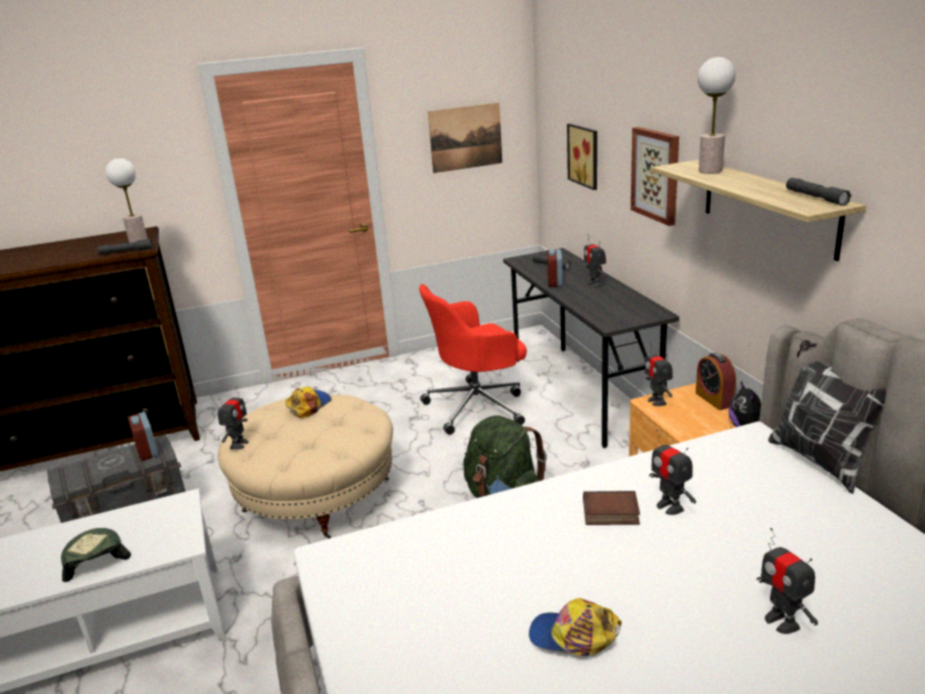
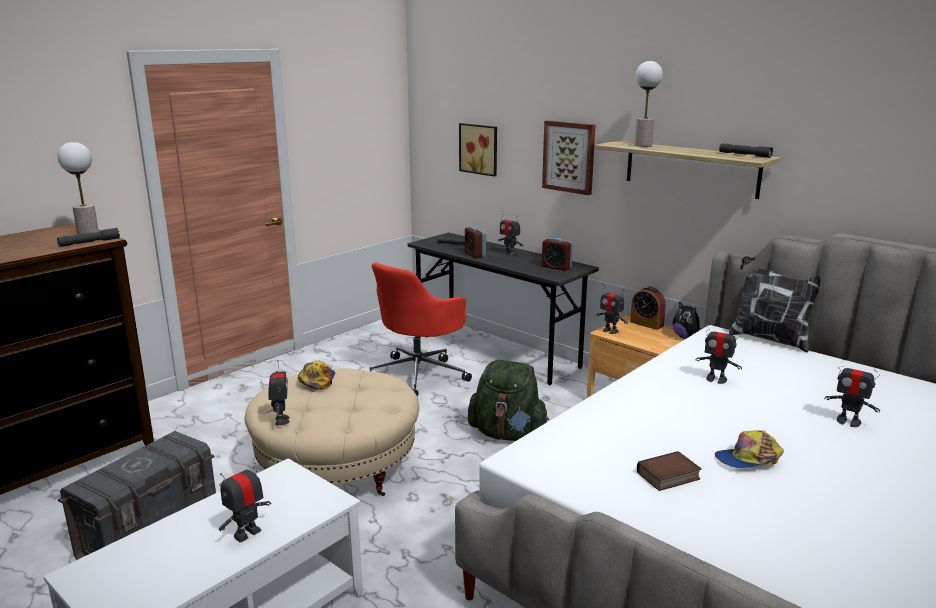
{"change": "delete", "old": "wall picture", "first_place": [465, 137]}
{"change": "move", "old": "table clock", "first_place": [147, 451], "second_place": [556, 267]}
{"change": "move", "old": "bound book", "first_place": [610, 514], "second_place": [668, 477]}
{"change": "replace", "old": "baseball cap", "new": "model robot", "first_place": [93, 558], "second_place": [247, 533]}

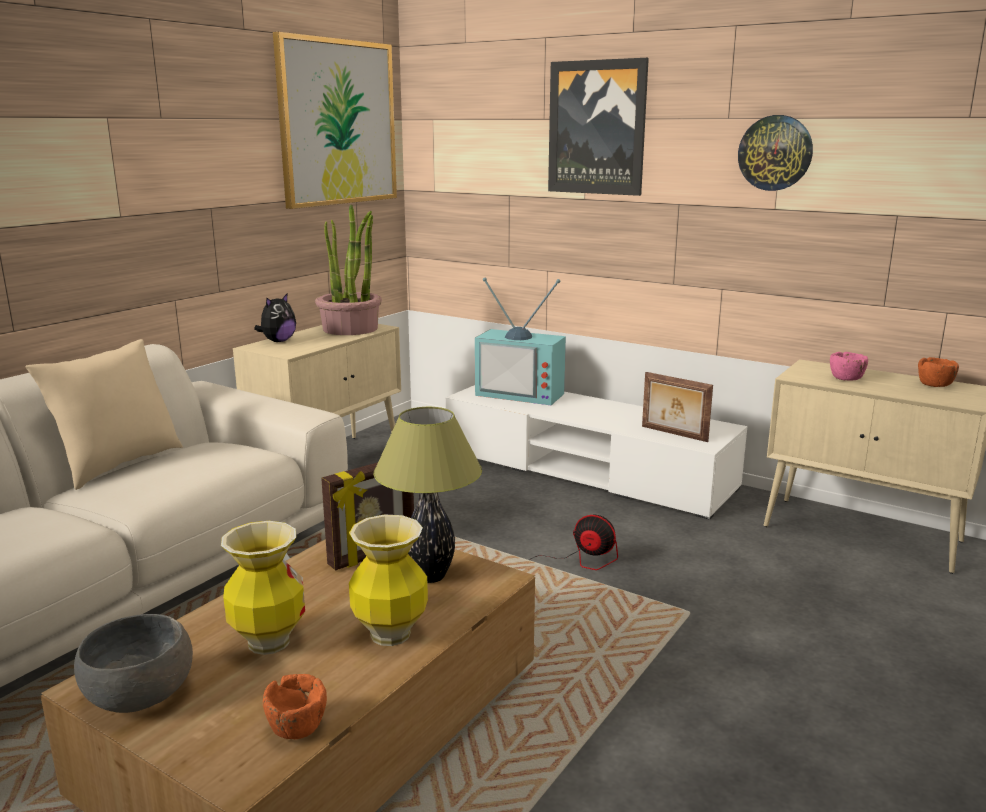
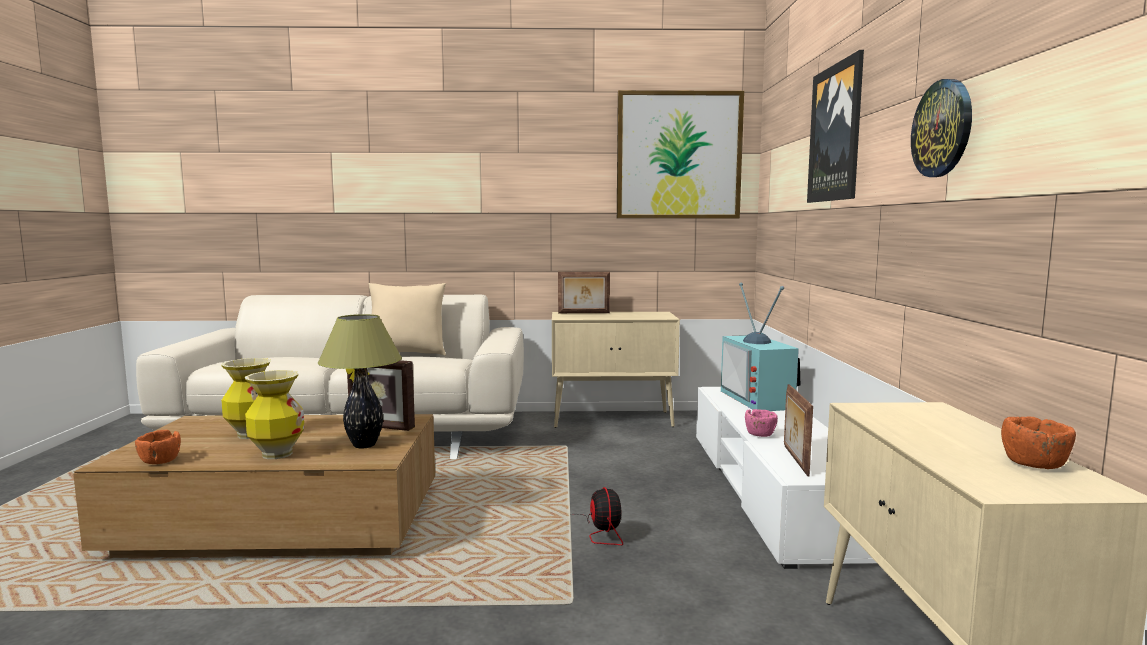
{"change": "delete", "old": "potted plant", "first_place": [351, 329]}
{"change": "replace", "old": "plush toy", "new": "photo frame", "first_place": [278, 341], "second_place": [584, 313]}
{"change": "move", "old": "bowl (pink-coloured)", "first_place": [846, 379], "second_place": [760, 435]}
{"change": "delete", "old": "bowl (gray)", "first_place": [140, 695]}

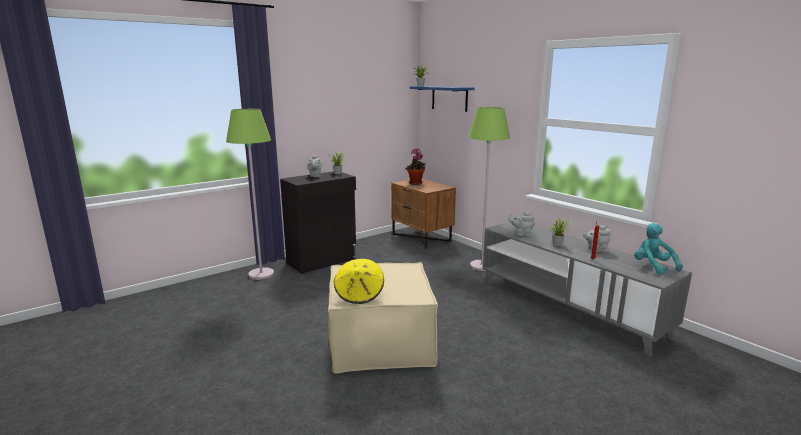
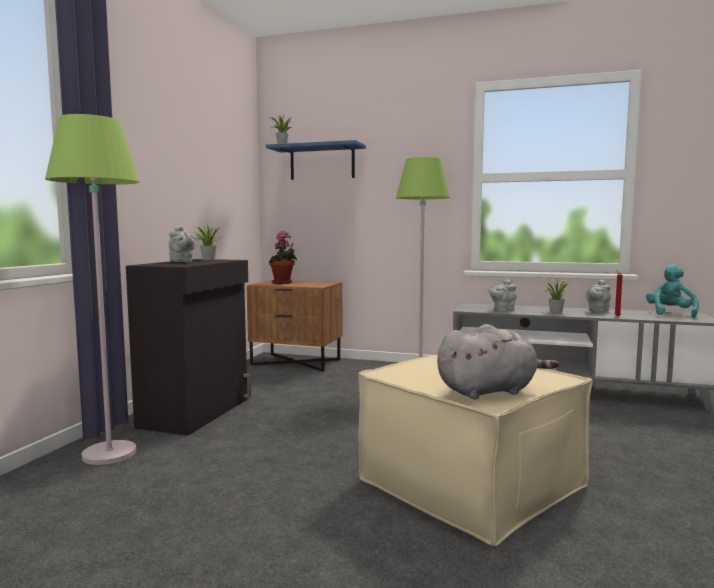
{"change": "rotate", "old": "plush toy (turquoise)", "first_place": [652, 266], "second_place": [670, 313], "degrees": 75}
{"change": "replace", "old": "wearable hat (yellow)", "new": "plush toy (gray)", "first_place": [359, 295], "second_place": [490, 391]}

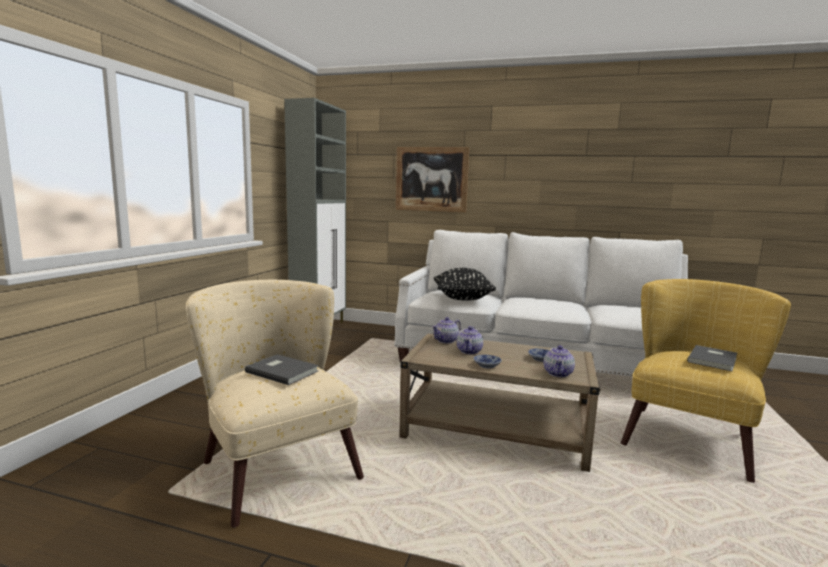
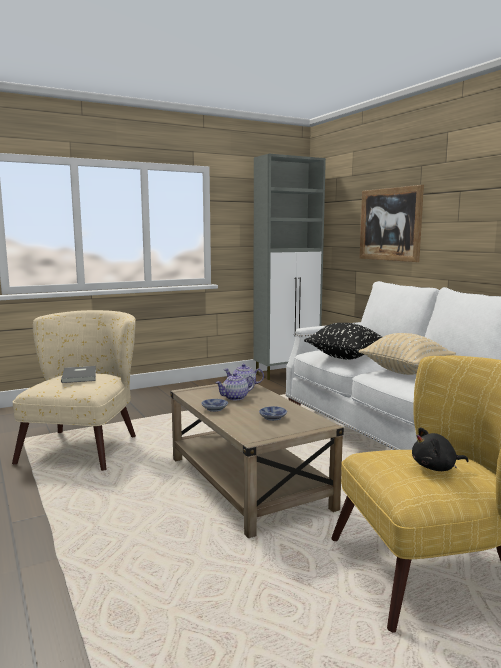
{"change": "delete", "old": "tea pot", "first_place": [558, 373]}
{"change": "replace", "old": "bound book (gray)", "new": "plush toy (blackish)", "first_place": [714, 360], "second_place": [436, 468]}
{"change": "insert", "new": "cushion (beige)", "second_place": [405, 371]}

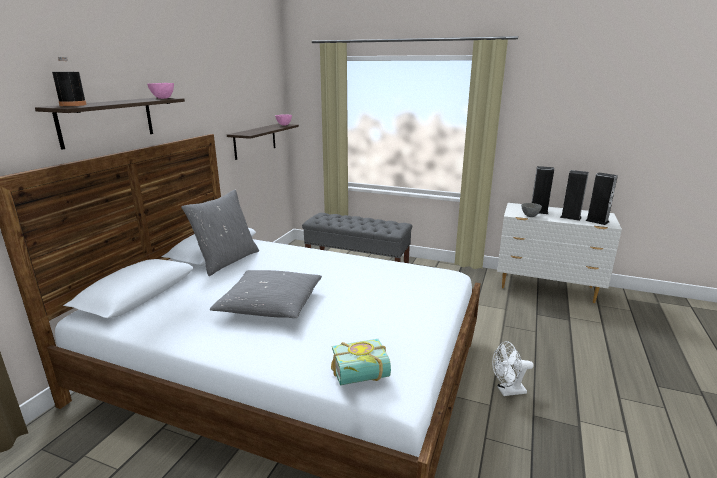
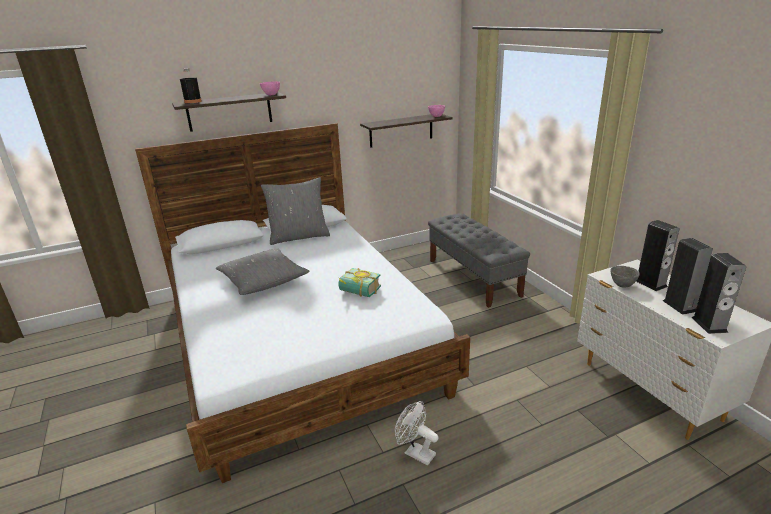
{"change": "move", "old": "bound book", "first_place": [362, 378], "second_place": [358, 293]}

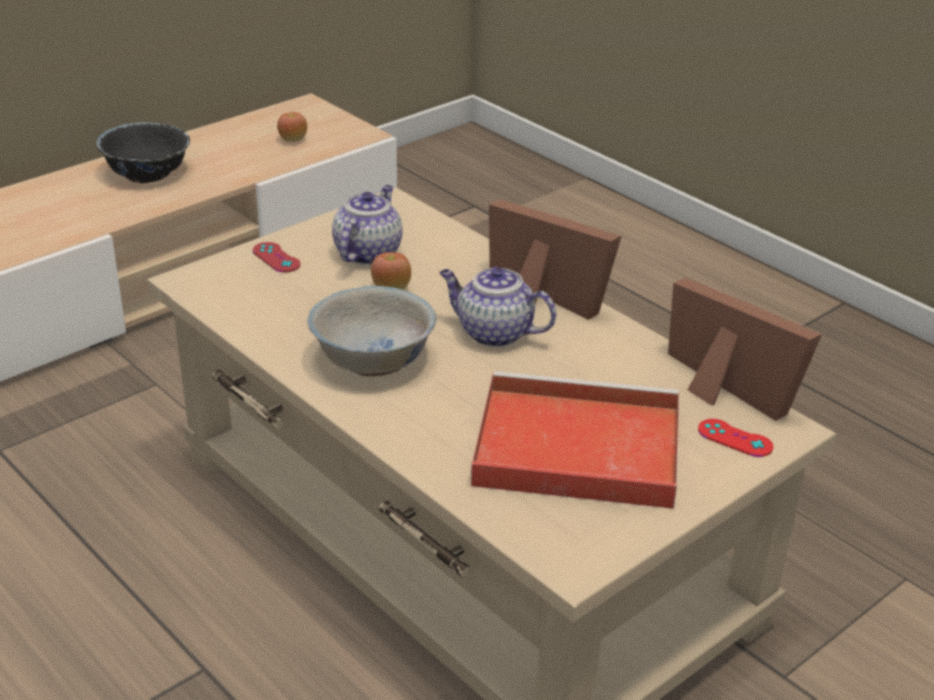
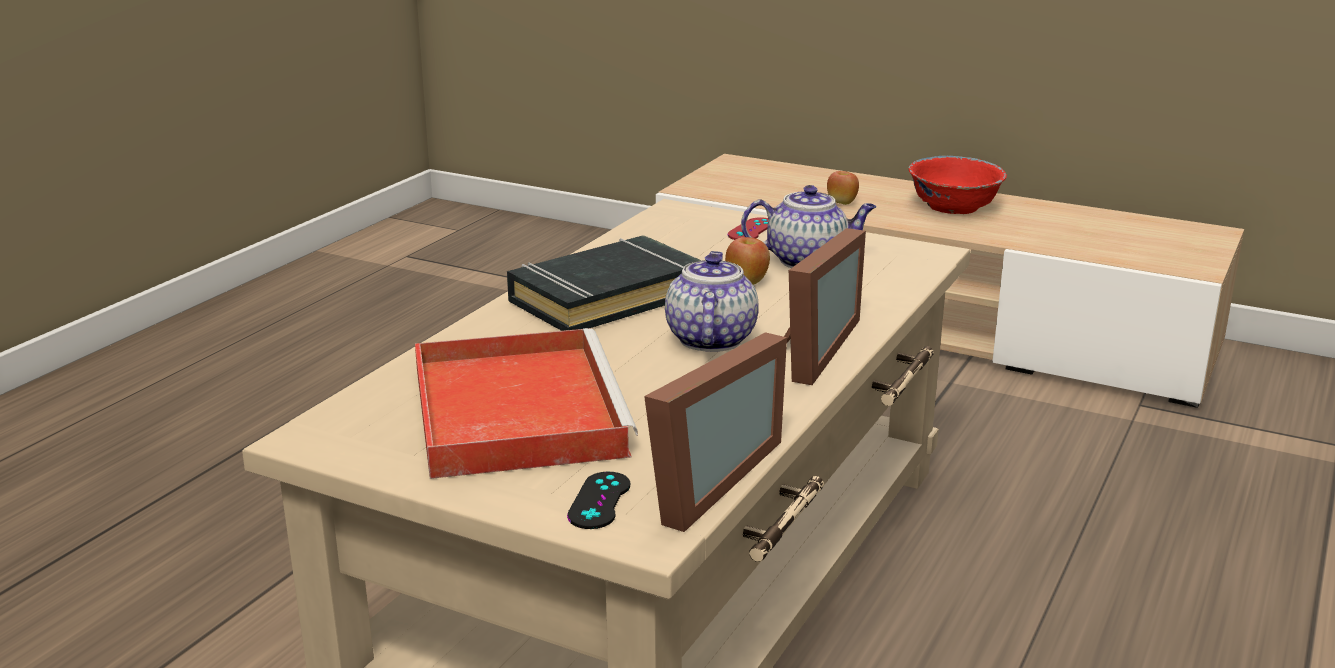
{"change": "move", "old": "apple", "first_place": [293, 140], "second_place": [842, 203]}
{"change": "recolor", "old": "bowl (blackish)", "new": "bowl (red)", "first_place": [146, 173], "second_place": [953, 206]}
{"change": "replace", "old": "bowl (white)", "new": "bound book (blackish)", "first_place": [372, 359], "second_place": [606, 296]}
{"change": "recolor", "old": "gamepad (red)", "new": "gamepad (blackish)", "first_place": [735, 438], "second_place": [599, 501]}

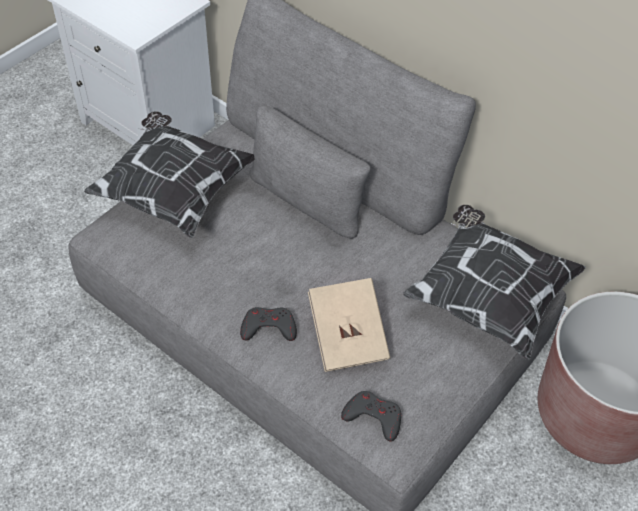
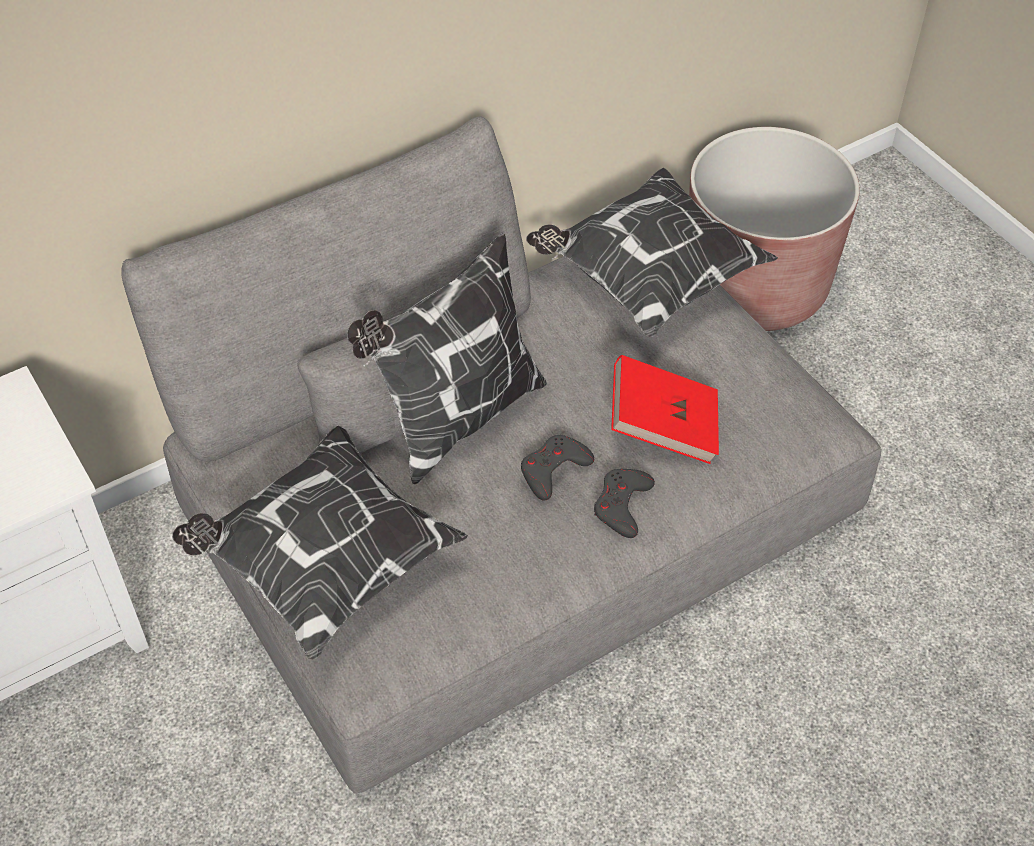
{"change": "recolor", "old": "bound book (beige)", "new": "bound book (red)", "first_place": [348, 337], "second_place": [663, 427]}
{"change": "move", "old": "gamepad (gray)", "first_place": [373, 417], "second_place": [553, 470]}
{"change": "insert", "new": "cushion", "second_place": [457, 419]}

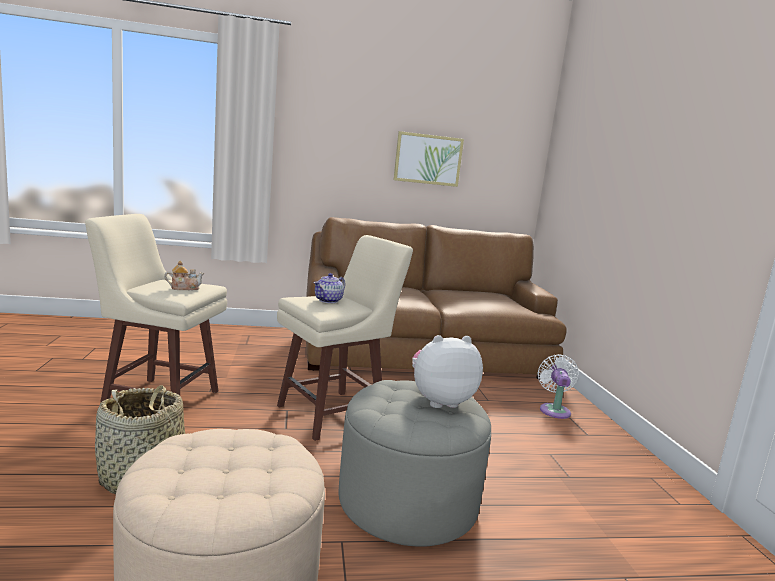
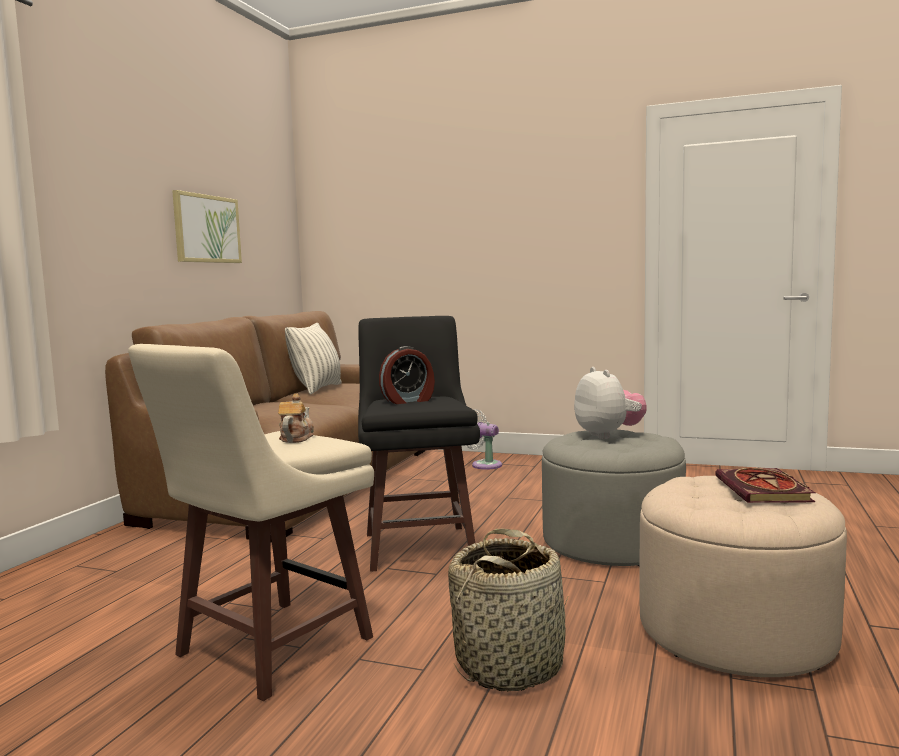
{"change": "recolor", "old": "sitting stool (beige)", "new": "sitting stool (blackish)", "first_place": [333, 414], "second_place": [420, 546]}
{"change": "replace", "old": "tea pot", "new": "table clock", "first_place": [329, 300], "second_place": [408, 401]}
{"change": "rotate", "old": "plush toy", "first_place": [440, 401], "second_place": [608, 435], "degrees": 150}
{"change": "insert", "new": "cushion", "second_place": [317, 389]}
{"change": "insert", "new": "bound book", "second_place": [765, 490]}

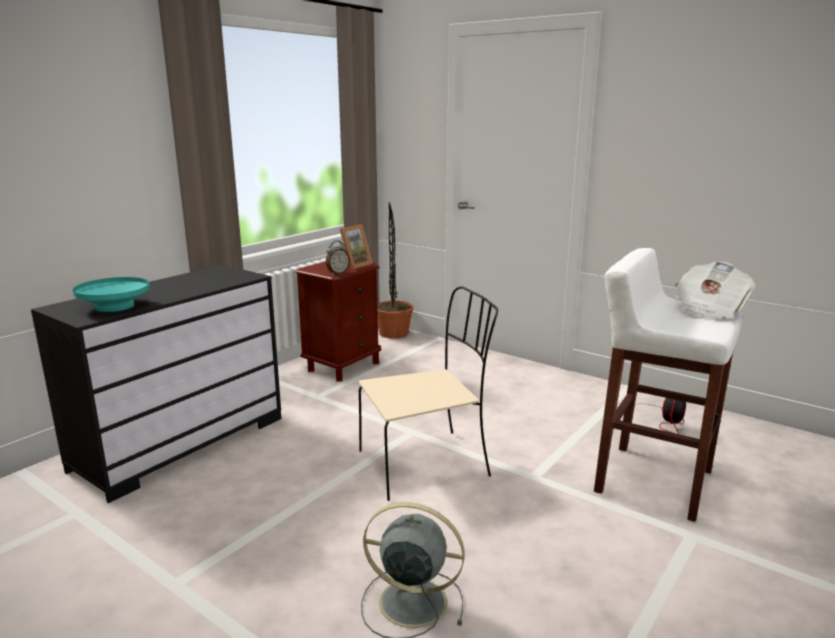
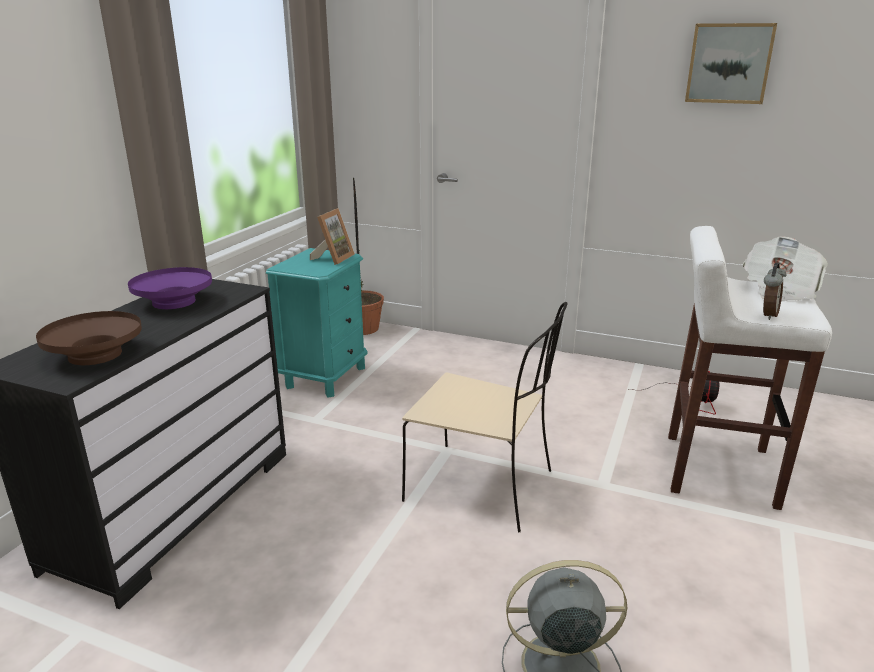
{"change": "move", "old": "table clock", "first_place": [338, 273], "second_place": [767, 315]}
{"change": "recolor", "old": "nightstand (brown)", "new": "nightstand (turquoise)", "first_place": [343, 366], "second_place": [325, 377]}
{"change": "recolor", "old": "bowl (turquoise)", "new": "bowl (brown)", "first_place": [115, 306], "second_place": [96, 355]}
{"change": "rotate", "old": "upright chair (beige)", "first_place": [426, 463], "second_place": [483, 487], "degrees": 60}
{"change": "insert", "new": "wall picture", "second_place": [729, 63]}
{"change": "insert", "new": "bowl (purple-coloured)", "second_place": [174, 302]}

